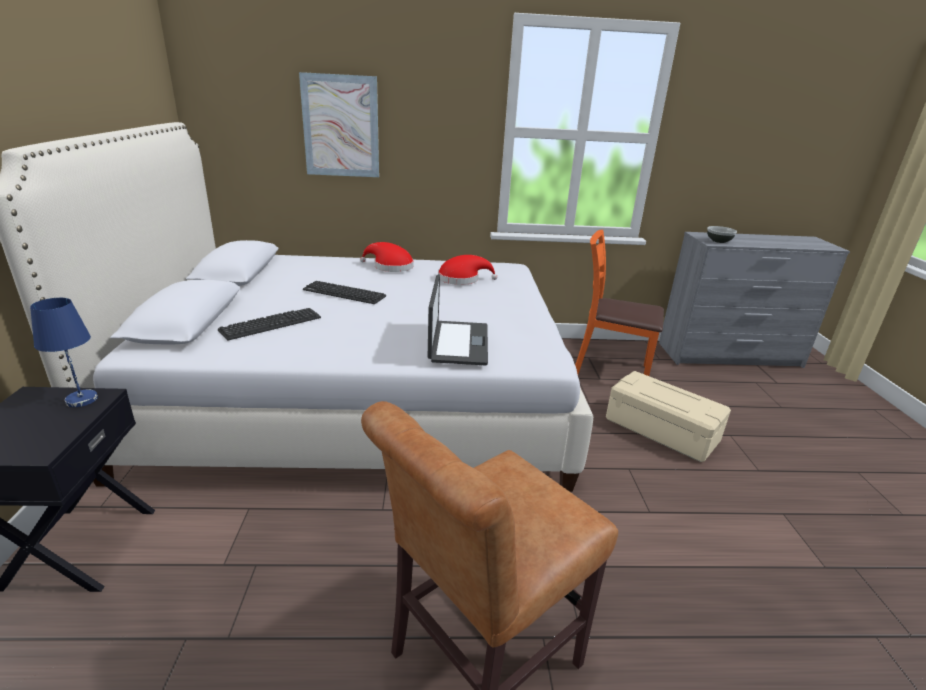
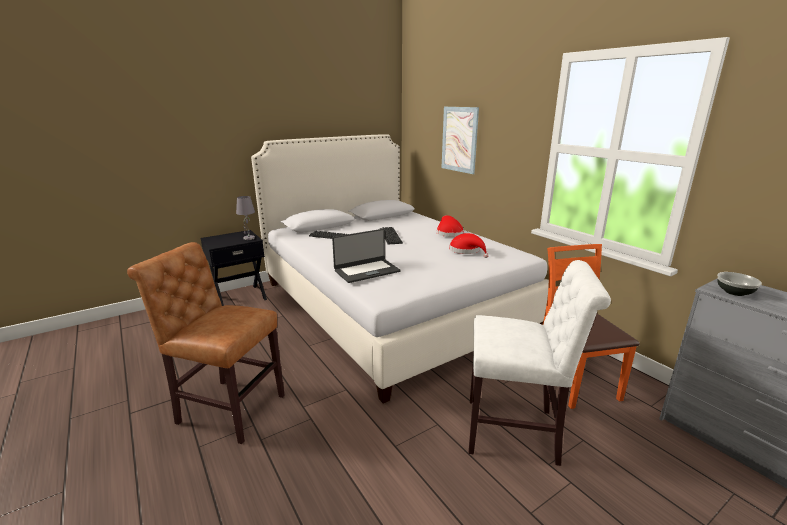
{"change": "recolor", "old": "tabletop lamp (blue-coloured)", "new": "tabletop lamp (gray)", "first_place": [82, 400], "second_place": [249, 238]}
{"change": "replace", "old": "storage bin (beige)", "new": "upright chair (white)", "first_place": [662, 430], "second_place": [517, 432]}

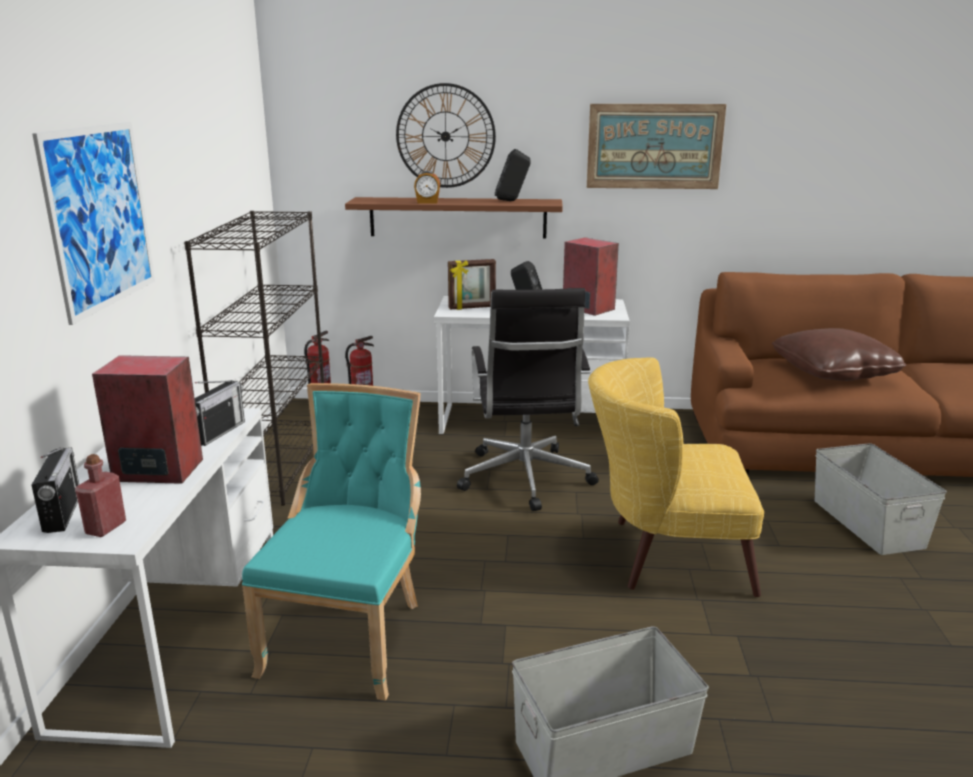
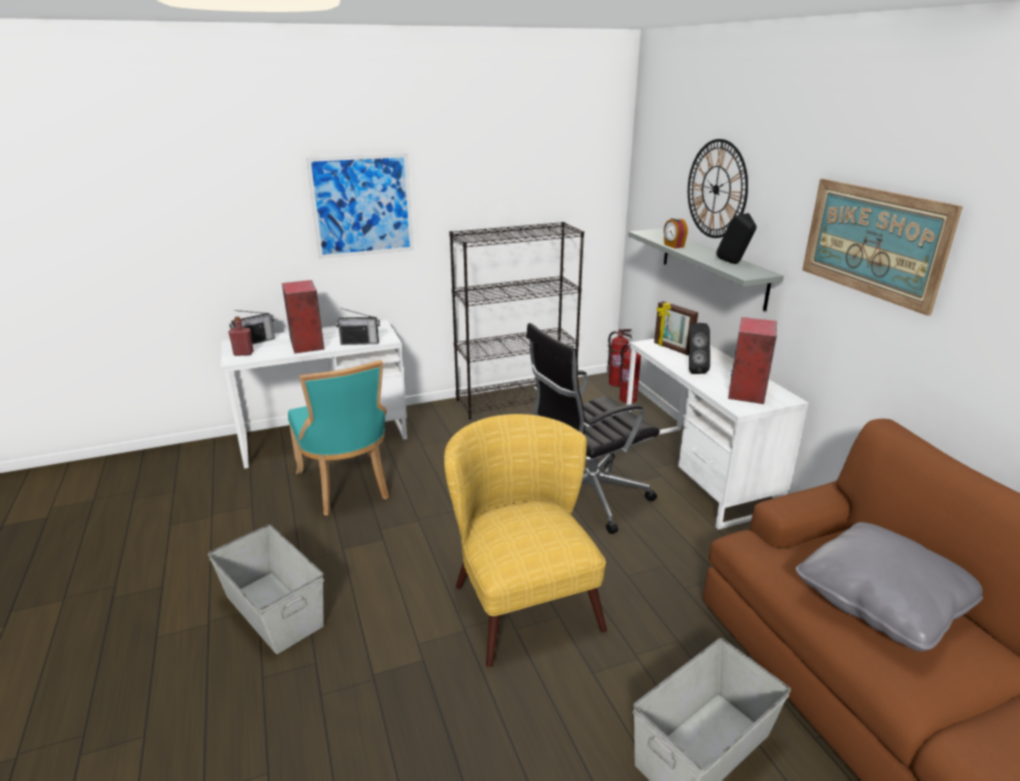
{"change": "recolor", "old": "wall shelf (brown)", "new": "wall shelf (gray)", "first_place": [457, 217], "second_place": [712, 267]}
{"change": "recolor", "old": "cushion (brown)", "new": "cushion (gray)", "first_place": [833, 372], "second_place": [881, 601]}
{"change": "rotate", "old": "upright chair (turquoise)", "first_place": [350, 635], "second_place": [347, 486], "degrees": 75}

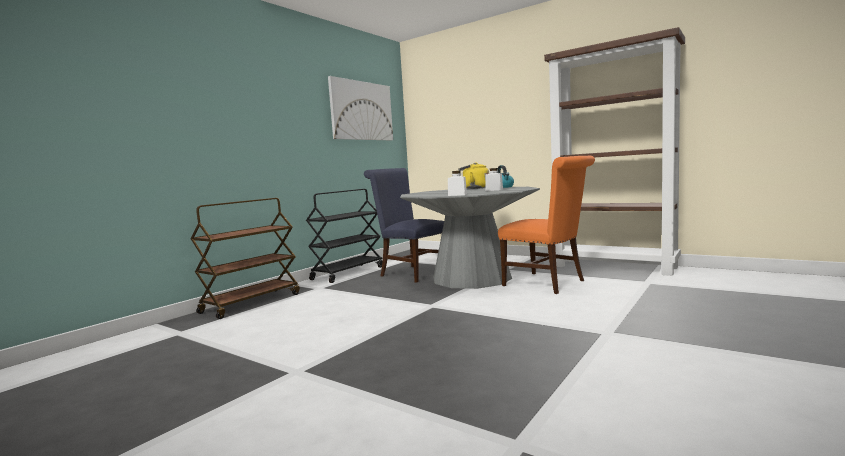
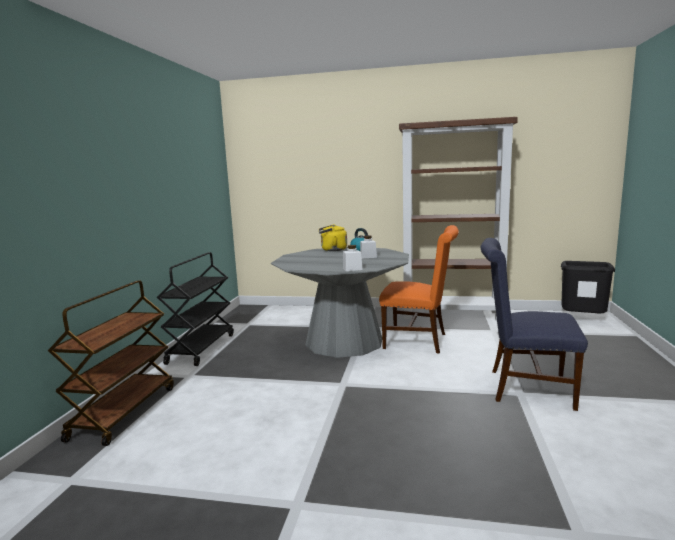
{"change": "delete", "old": "wall picture", "first_place": [361, 111]}
{"change": "move", "old": "upright chair (blue-coloured)", "first_place": [411, 273], "second_place": [524, 388]}
{"change": "insert", "new": "trash can (blackish)", "second_place": [583, 320]}

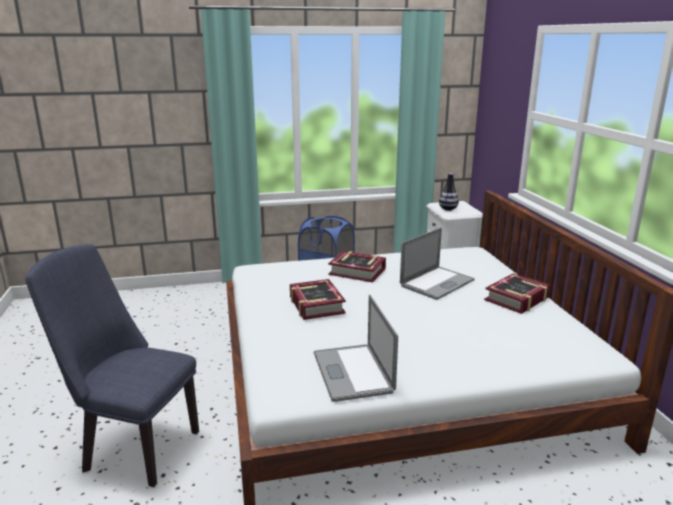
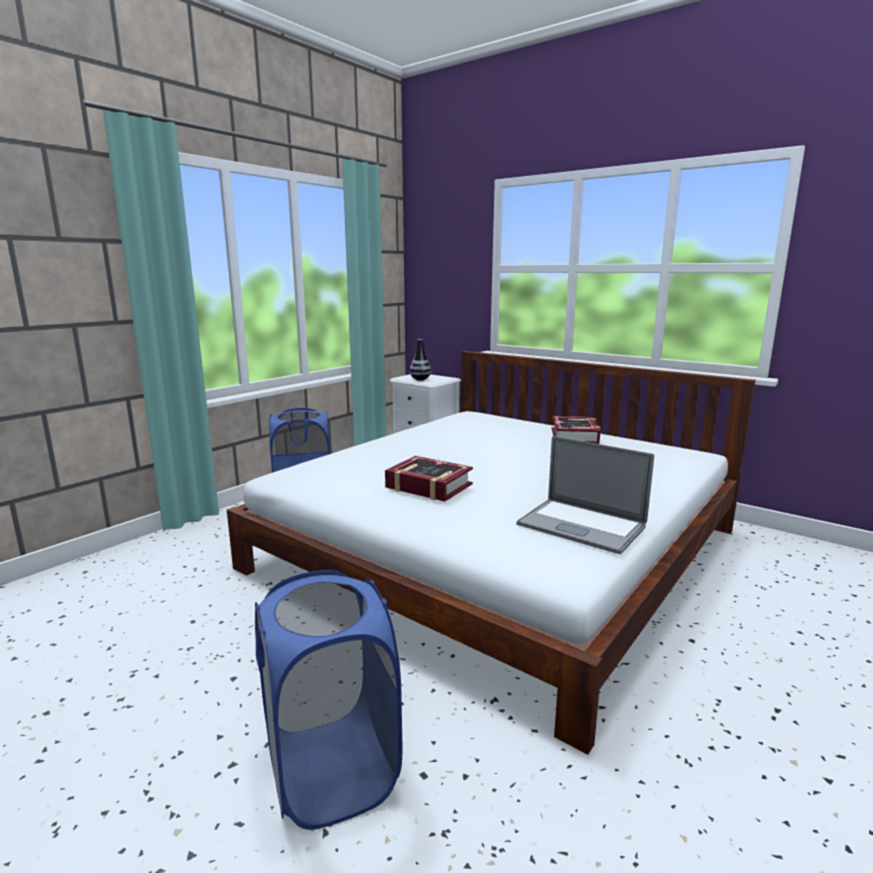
{"change": "delete", "old": "portable computer", "first_place": [437, 283]}
{"change": "replace", "old": "upright chair (blue-coloured)", "new": "hamper (blue-coloured)", "first_place": [134, 448], "second_place": [331, 770]}
{"change": "delete", "old": "bound book", "first_place": [357, 271]}

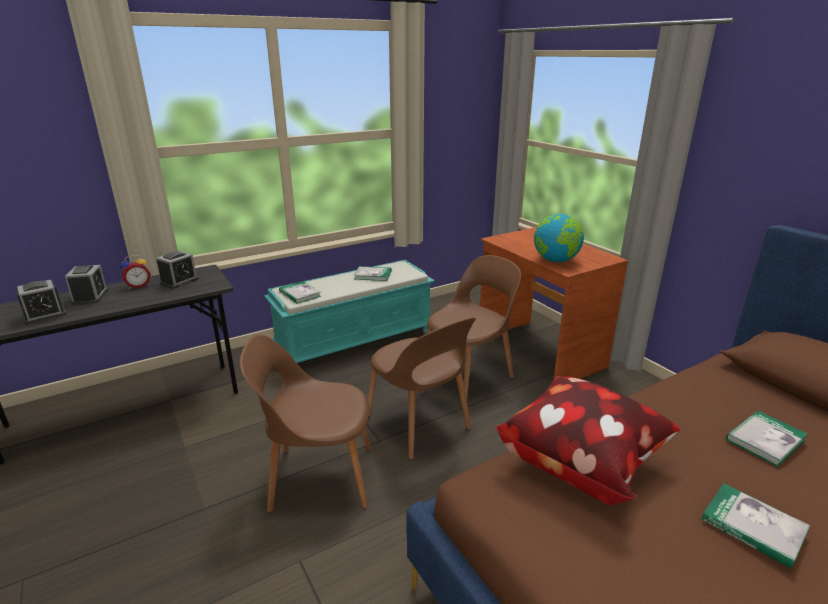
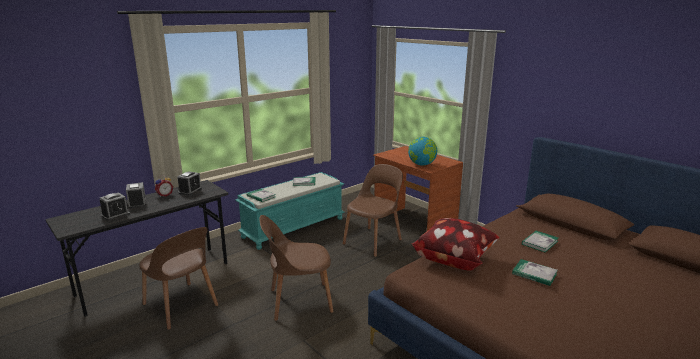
{"change": "move", "old": "upright chair (brown)", "first_place": [419, 424], "second_place": [181, 306]}

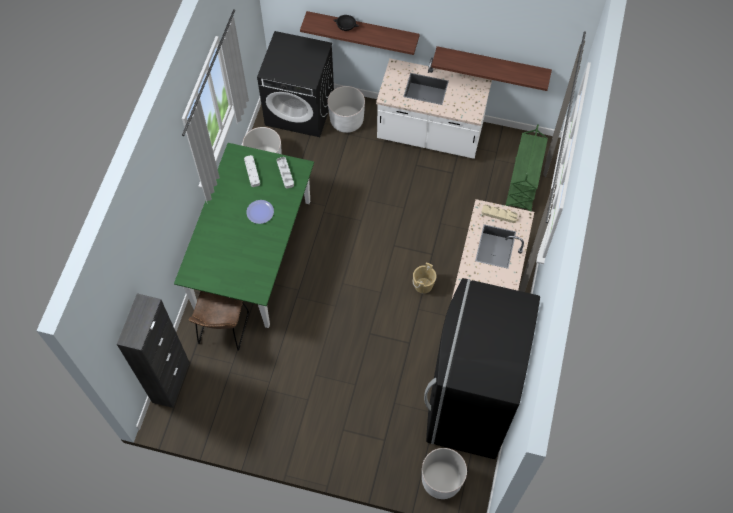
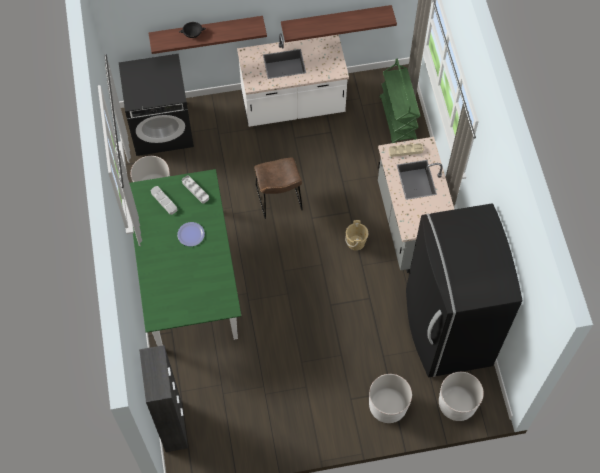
{"change": "move", "old": "planter (white)", "first_place": [346, 120], "second_place": [388, 406]}
{"change": "move", "old": "upright chair (brown)", "first_place": [223, 331], "second_place": [279, 200]}

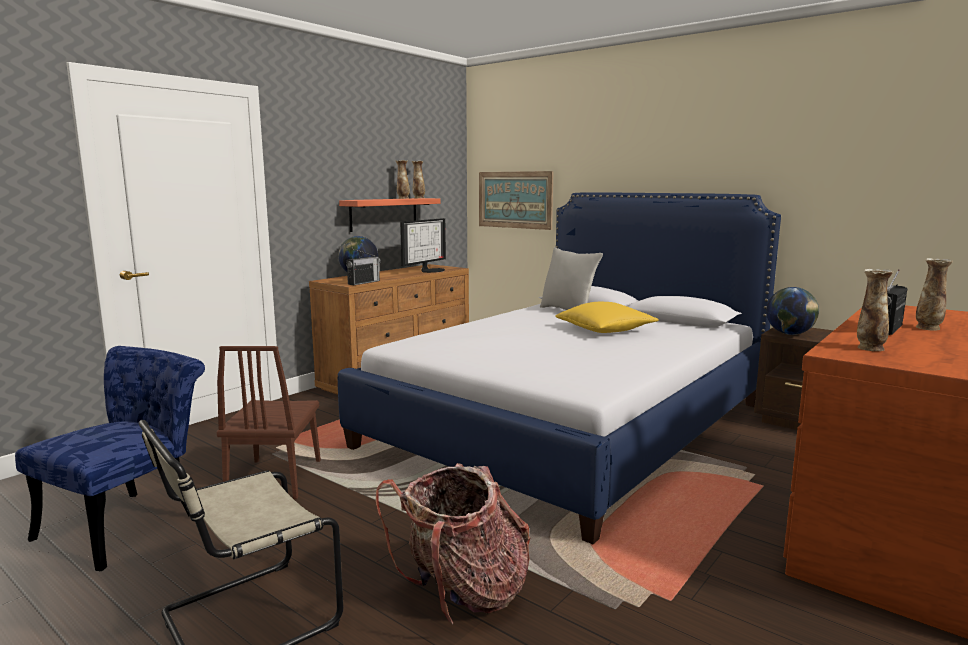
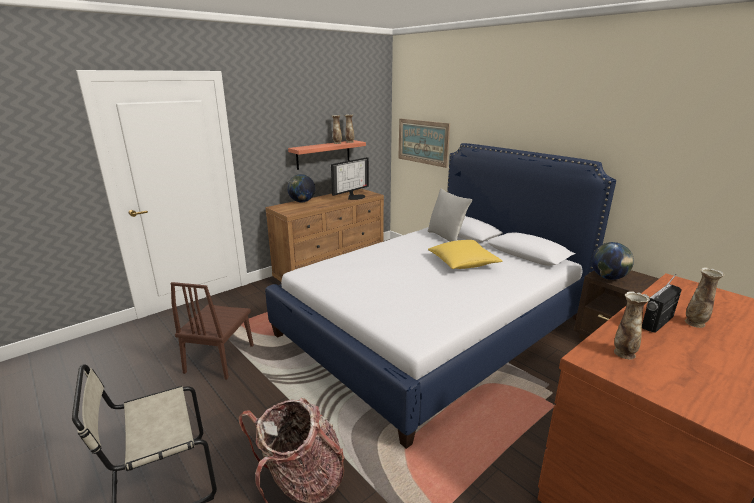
{"change": "delete", "old": "radio receiver", "first_place": [363, 282]}
{"change": "delete", "old": "upright chair (blue-coloured)", "first_place": [130, 522]}

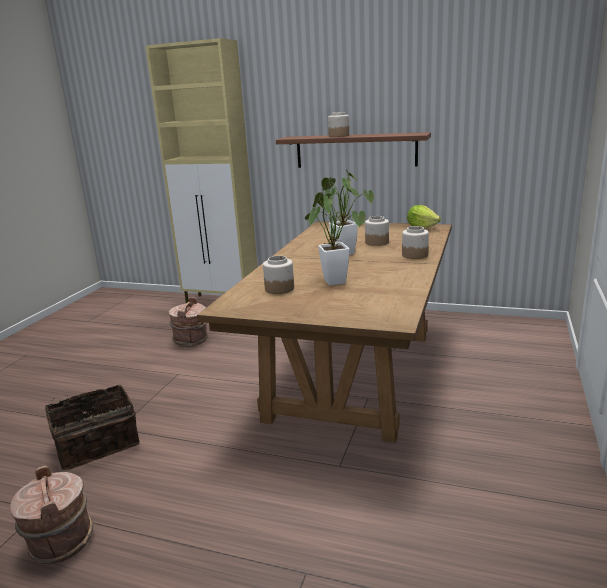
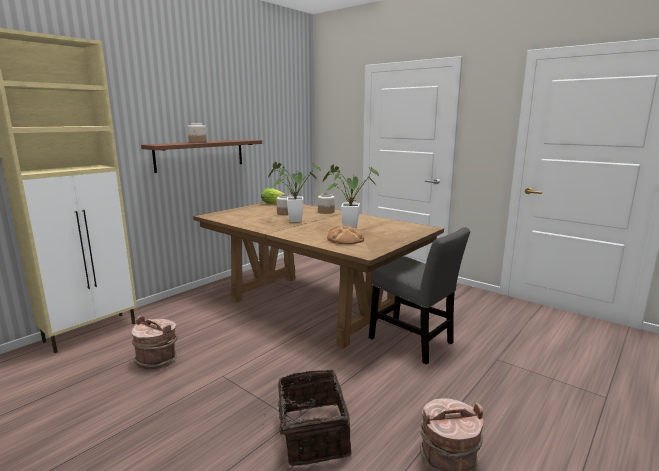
{"change": "replace", "old": "preserve jar", "new": "bakery bread", "first_place": [279, 288], "second_place": [345, 239]}
{"change": "insert", "new": "upright chair (gray)", "second_place": [414, 342]}

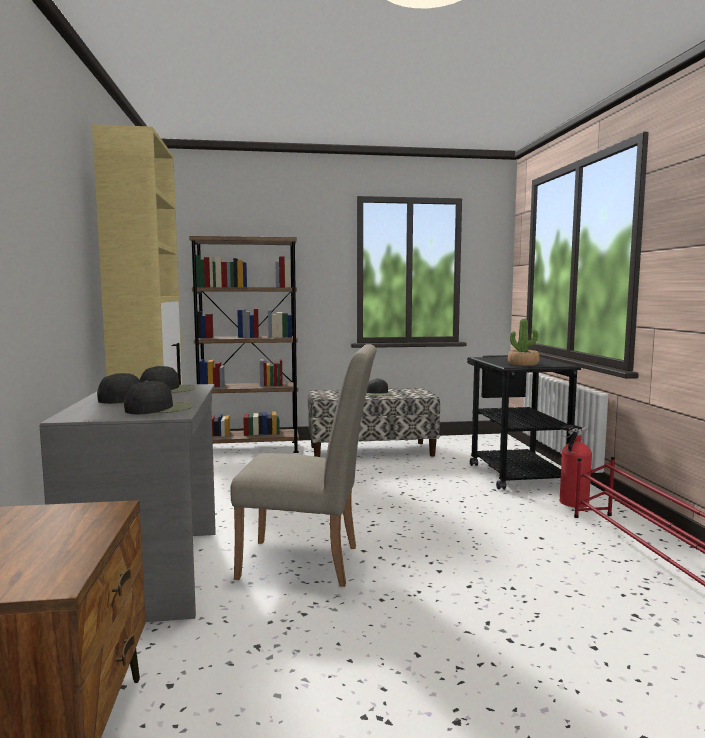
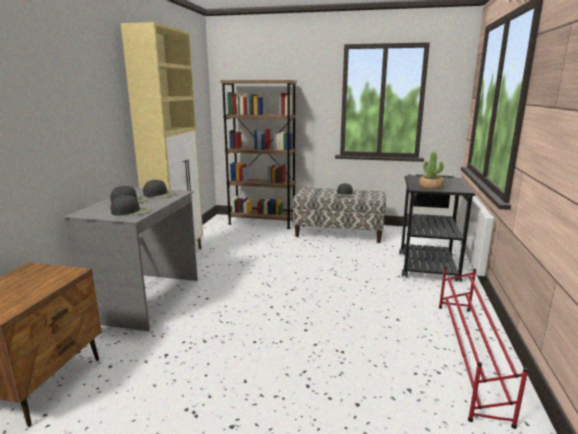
{"change": "delete", "old": "upright chair (beige)", "first_place": [309, 563]}
{"change": "delete", "old": "extinguisher", "first_place": [572, 503]}

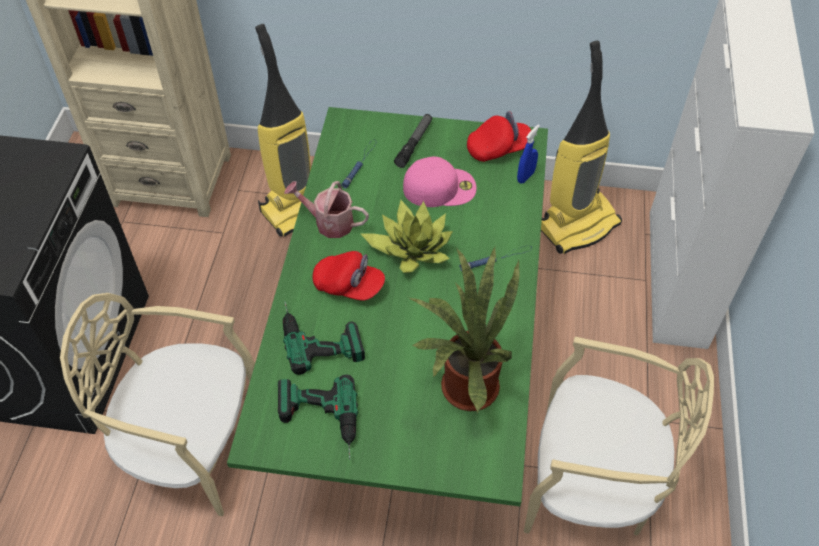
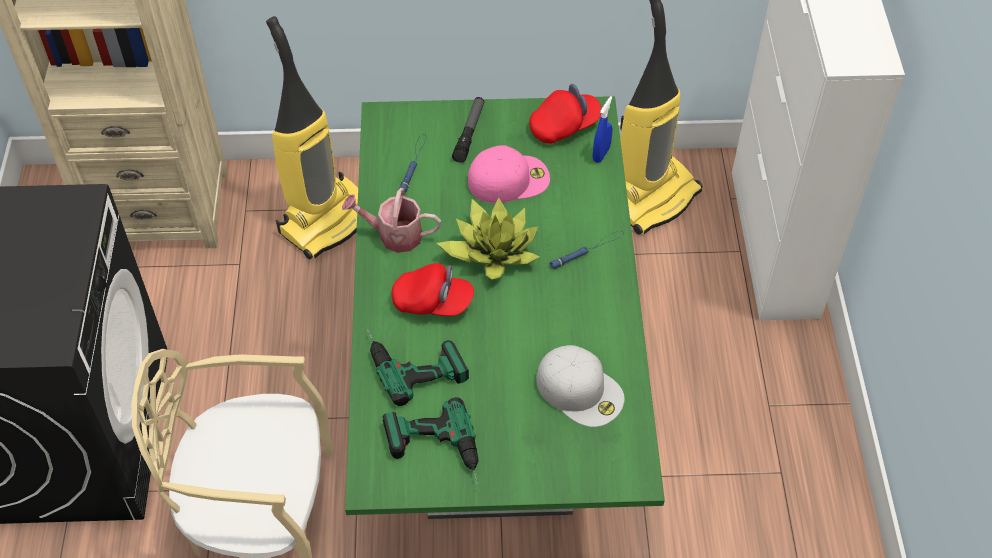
{"change": "replace", "old": "potted plant", "new": "baseball cap (white)", "first_place": [464, 385], "second_place": [580, 390]}
{"change": "delete", "old": "upright chair (beige)", "first_place": [590, 485]}

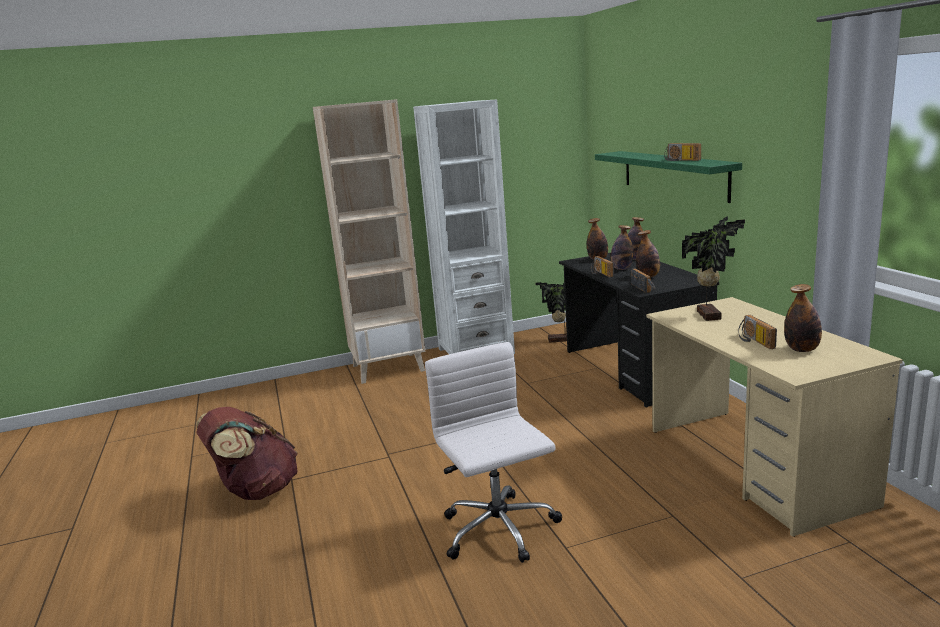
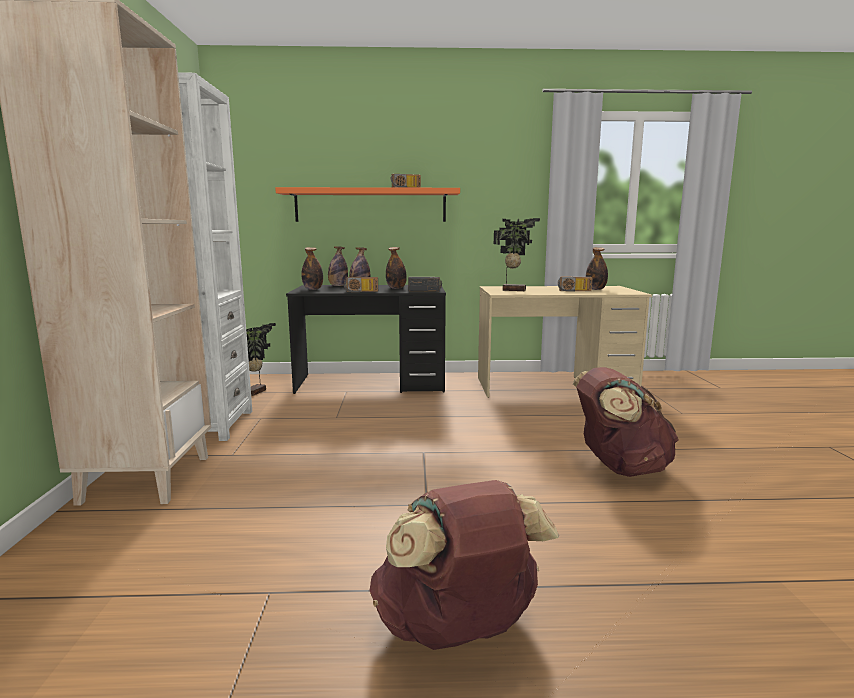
{"change": "recolor", "old": "wall shelf (green-coloured)", "new": "wall shelf (orange)", "first_place": [673, 174], "second_place": [370, 205]}
{"change": "replace", "old": "office chair (white)", "new": "backpack (brown)", "first_place": [499, 531], "second_place": [619, 468]}

